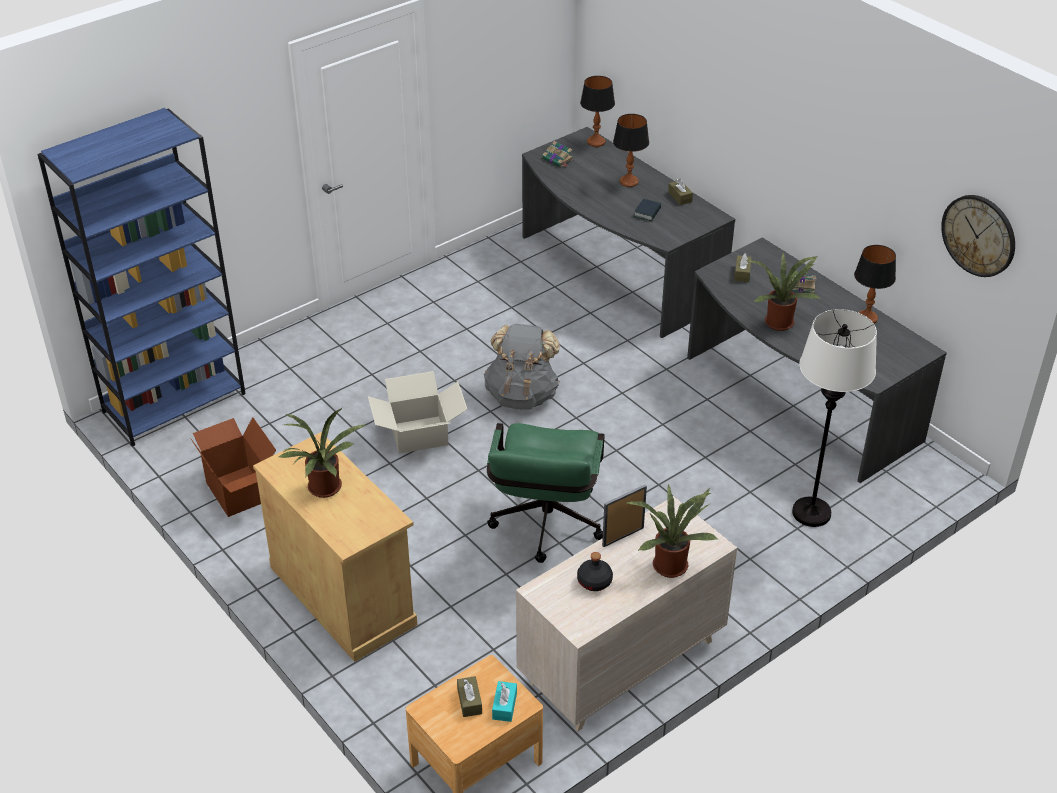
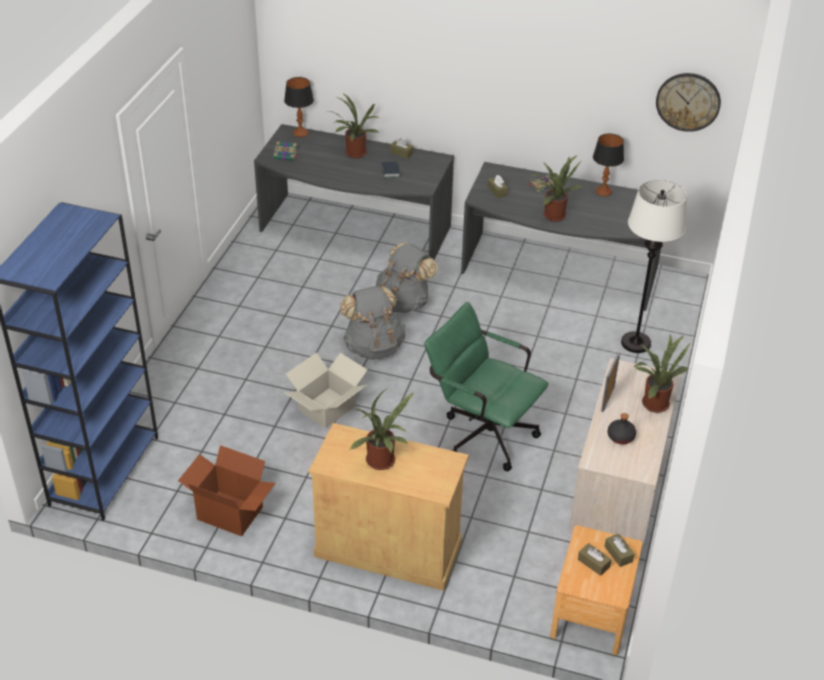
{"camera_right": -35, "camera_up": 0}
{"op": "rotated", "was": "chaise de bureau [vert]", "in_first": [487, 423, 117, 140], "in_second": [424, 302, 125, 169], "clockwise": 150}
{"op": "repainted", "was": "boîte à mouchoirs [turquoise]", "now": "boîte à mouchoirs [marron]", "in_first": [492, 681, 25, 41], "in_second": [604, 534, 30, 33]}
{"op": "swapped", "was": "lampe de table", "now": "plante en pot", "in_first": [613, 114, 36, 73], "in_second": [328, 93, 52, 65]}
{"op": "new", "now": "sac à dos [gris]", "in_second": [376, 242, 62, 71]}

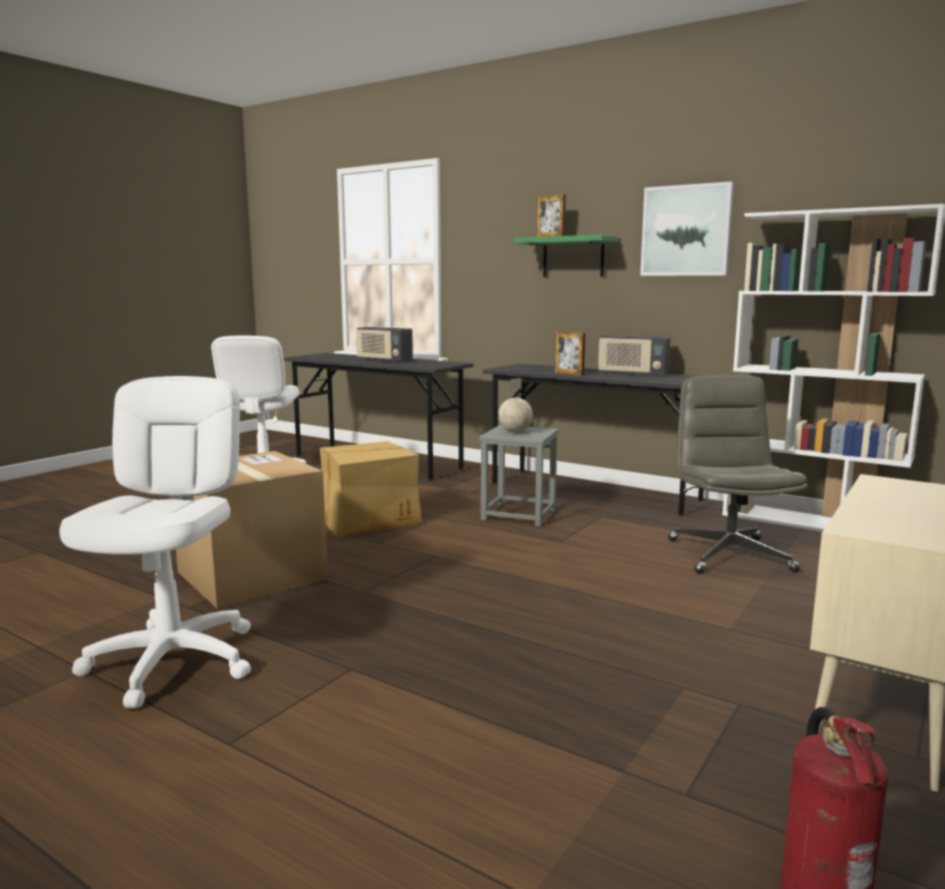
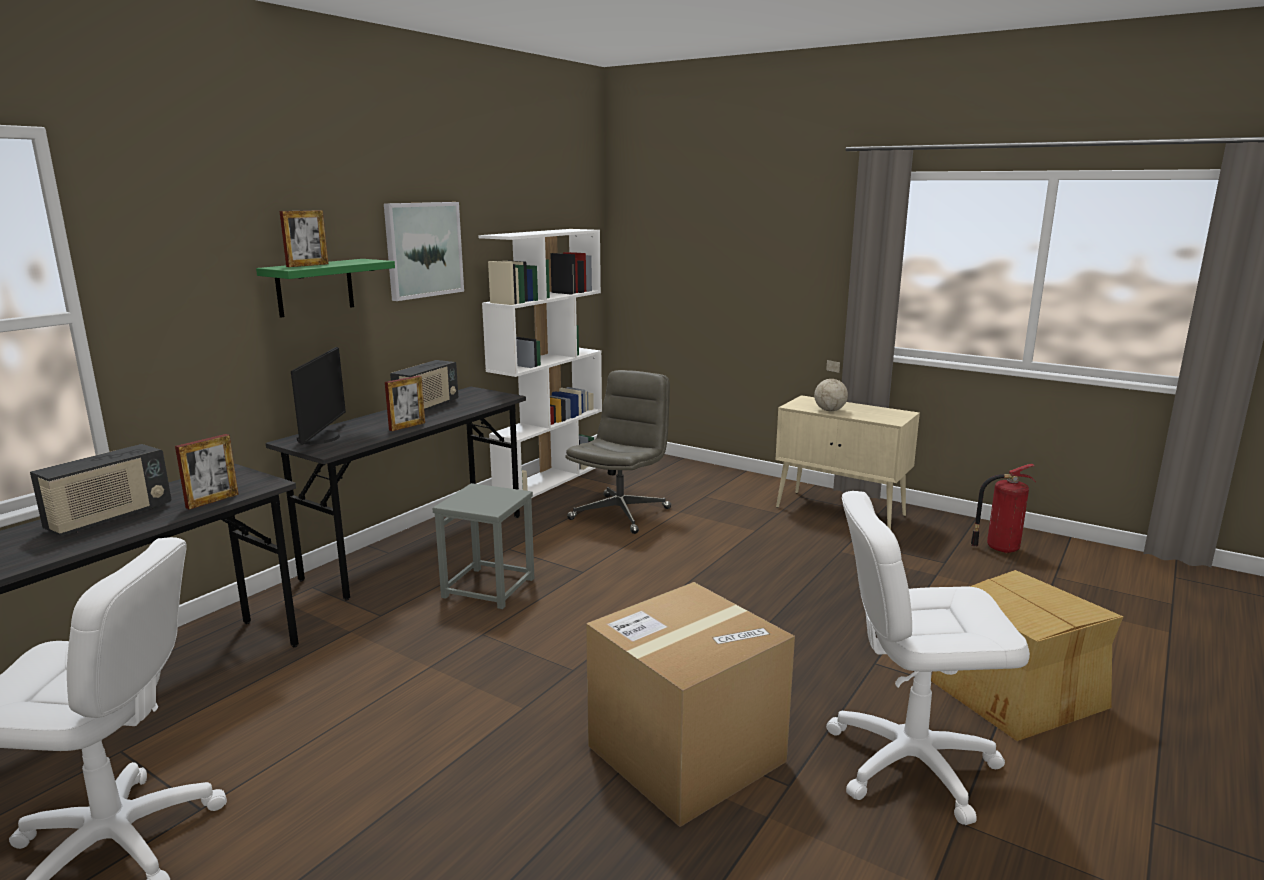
{"camera_right": -90, "camera_up": 5}
{"op": "shifted", "was": "carton", "in_first": [320, 441, 102, 96], "in_second": [931, 570, 192, 171]}
{"op": "shifted", "was": "globe", "in_first": [498, 378, 35, 54], "in_second": [814, 360, 34, 51]}
{"op": "rotated", "was": "chaise de bureau [gris]", "in_first": [668, 375, 140, 199], "in_second": [565, 370, 106, 164], "clockwise": 120}
{"op": "new", "now": "cadre photo", "in_second": [175, 434, 64, 75]}
{"op": "new", "now": "écran d'ordinateur", "in_second": [291, 347, 55, 98]}

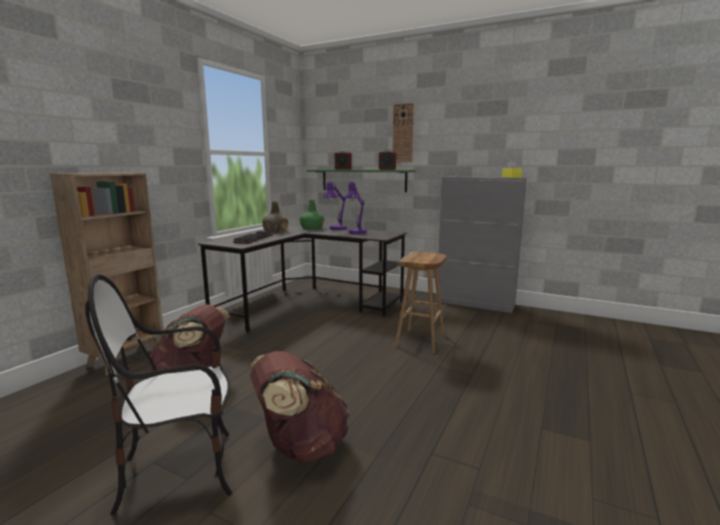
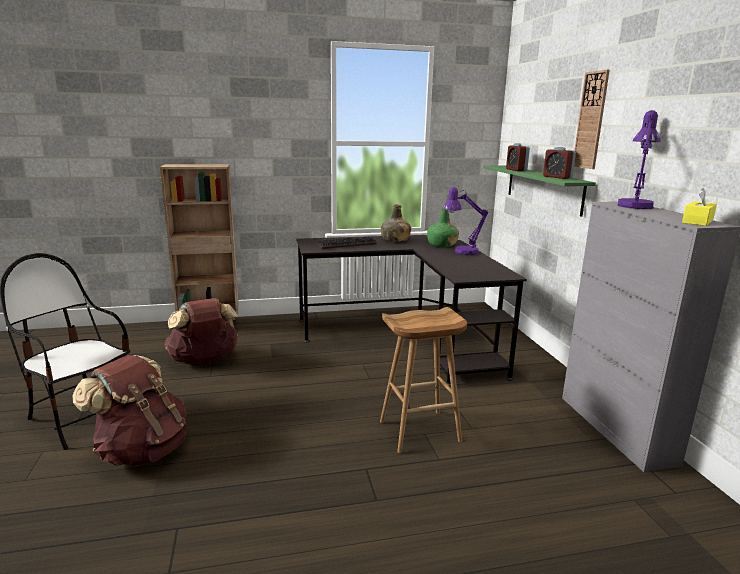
{"camera_right": 50, "camera_up": 5}
{"op": "shifted", "was": "lampe de table [violet]", "in_first": [345, 181, 22, 54], "in_second": [618, 110, 43, 99]}

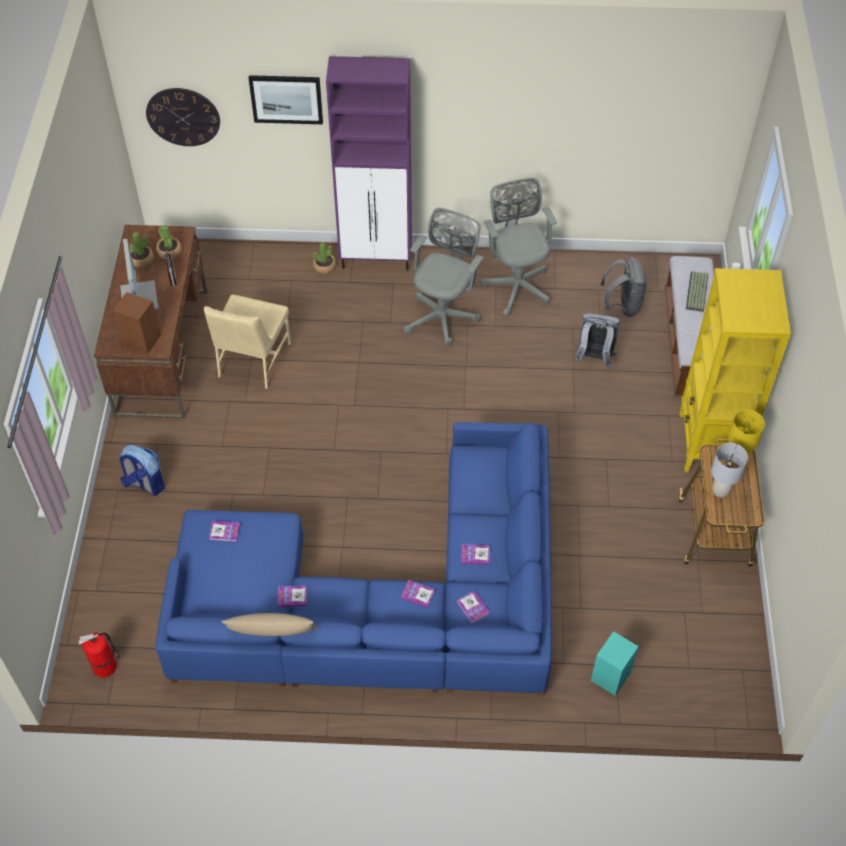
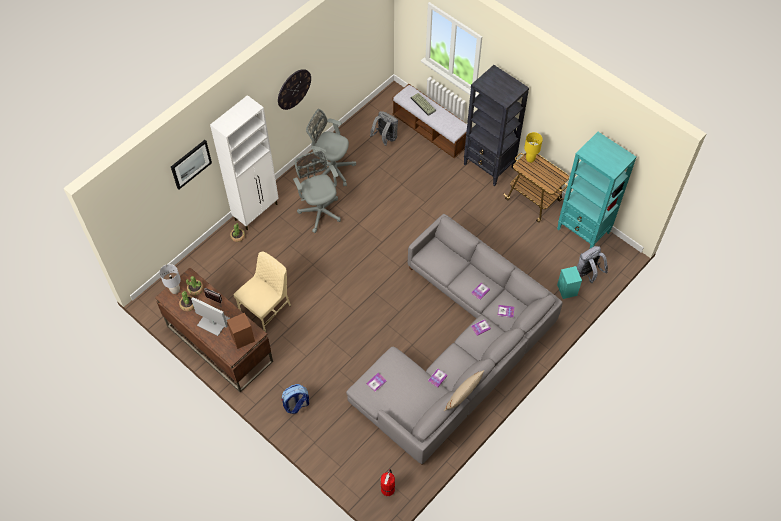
{"camera_right": -50, "camera_up": 5}
{"op": "shifted", "was": "horloge murale", "in_first": [146, 88, 74, 58], "in_second": [278, 69, 33, 41]}
{"op": "repainted", "was": "canapé [bleu]", "now": "canapé [gris]", "in_first": [156, 422, 396, 274], "in_second": [346, 214, 217, 251]}
{"op": "rotated", "was": "chaise [beige]", "in_first": [204, 295, 87, 94], "in_second": [234, 252, 57, 80], "clockwise": -105}
{"op": "repainted", "was": "meuble de rangement [violet]", "now": "meuble de rangement [blanc]", "in_first": [326, 56, 86, 215], "in_second": [210, 95, 69, 135]}
{"op": "shifted", "was": "sac à dos [gris]", "in_first": [574, 313, 46, 56], "in_second": [577, 246, 31, 37]}
{"op": "repainted", "was": "bibliothèque [jaune]", "now": "bibliothèque [noir]", "in_first": [680, 268, 111, 204], "in_second": [464, 65, 65, 121]}
{"op": "shifted", "was": "lampe de table [gris]", "in_first": [711, 443, 37, 55], "in_second": [159, 264, 22, 30]}
{"op": "new", "now": "bibliothèque [turquoise]", "in_second": [557, 132, 79, 116]}

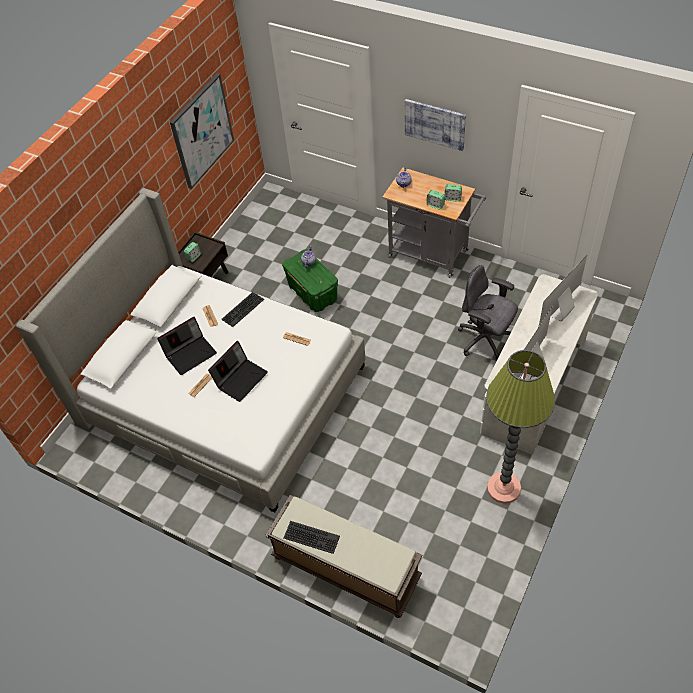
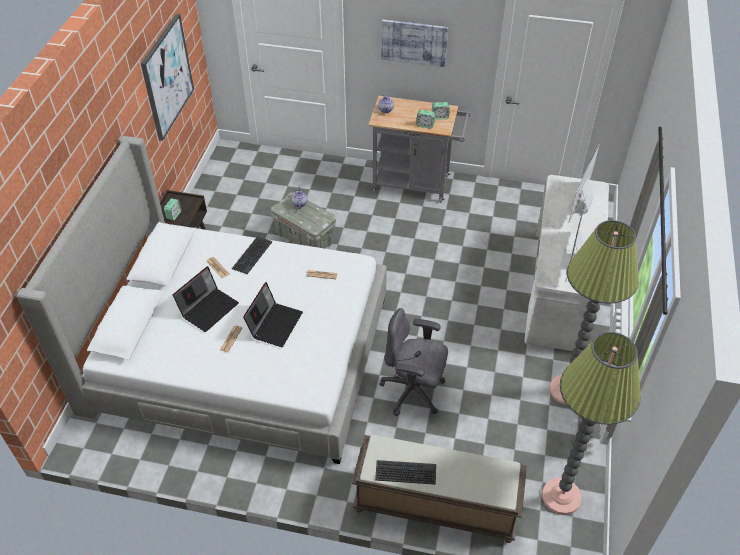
{"camera_right": -20, "camera_up": -5}
{"op": "repainted", "was": "boîte de rangement [vert]", "now": "boîte de rangement [gris]", "in_first": [282, 249, 56, 63], "in_second": [271, 192, 65, 57]}
{"op": "shifted", "was": "chaise de bureau [gris]", "in_first": [458, 265, 60, 94], "in_second": [379, 308, 69, 108]}
{"op": "new", "now": "lampadaire", "in_second": [542, 332, 99, 183]}

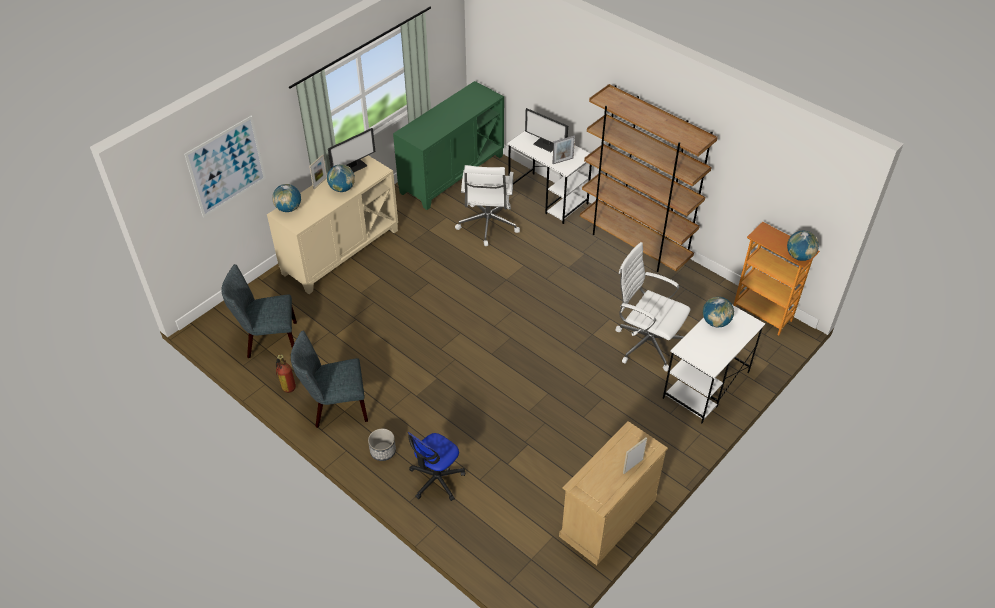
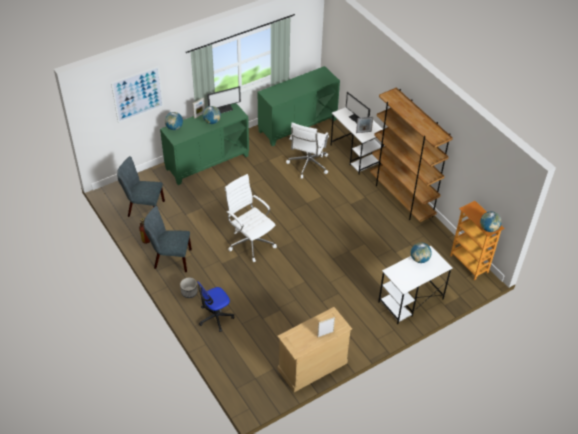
{"camera_right": 15, "camera_up": 0}
{"op": "repainted", "was": "meuble de rangement [beige]", "now": "meuble de rangement [vert]", "in_first": [267, 155, 131, 139], "in_second": [160, 103, 89, 82]}
{"op": "shifted", "was": "chaise de bureau [blanc]", "in_first": [615, 242, 76, 129], "in_second": [225, 174, 52, 88]}

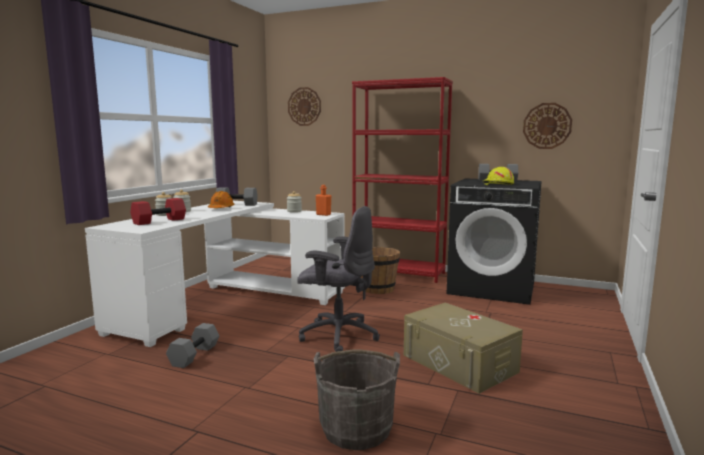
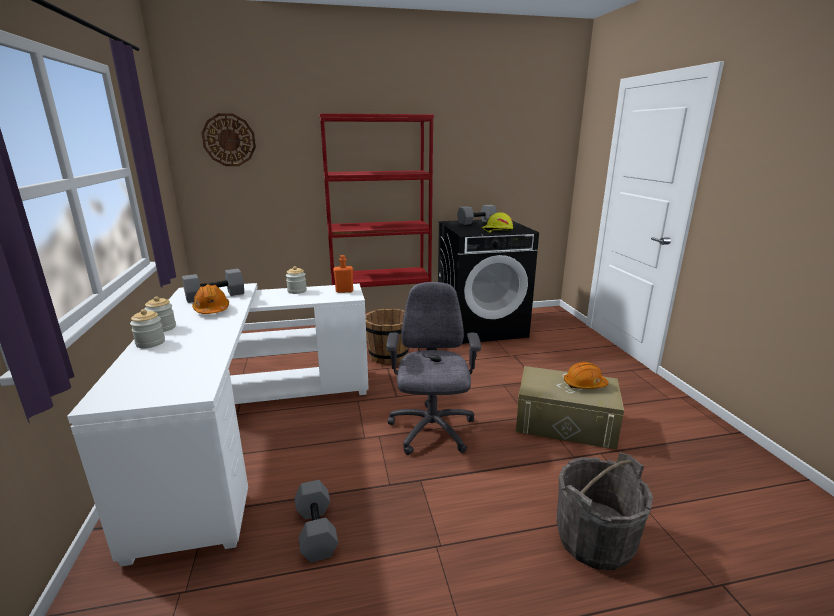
{"camera_right": -35, "camera_up": 10}
{"op": "gone", "was": "haltère [rouge]", "in_first": [130, 198, 56, 27]}
{"op": "rotated", "was": "chaise de bureau [gris]", "in_first": [297, 206, 83, 146], "in_second": [386, 282, 95, 173], "clockwise": -75}
{"op": "gone", "was": "horloge murale", "in_first": [523, 103, 49, 46]}
{"op": "new", "now": "casque de chantier [orange]", "in_second": [564, 362, 44, 27]}

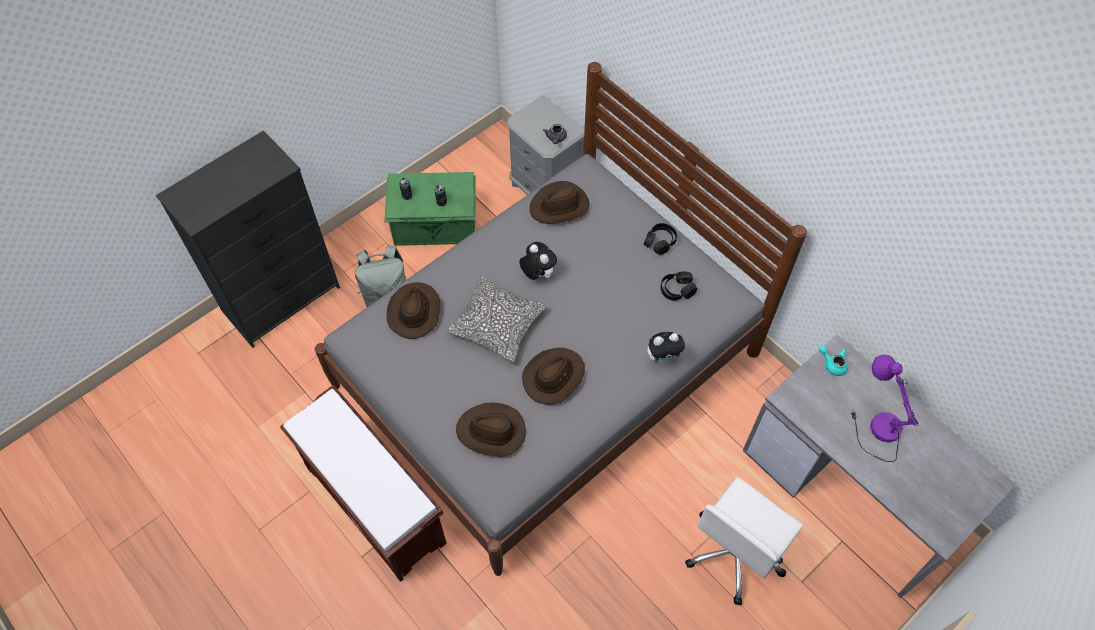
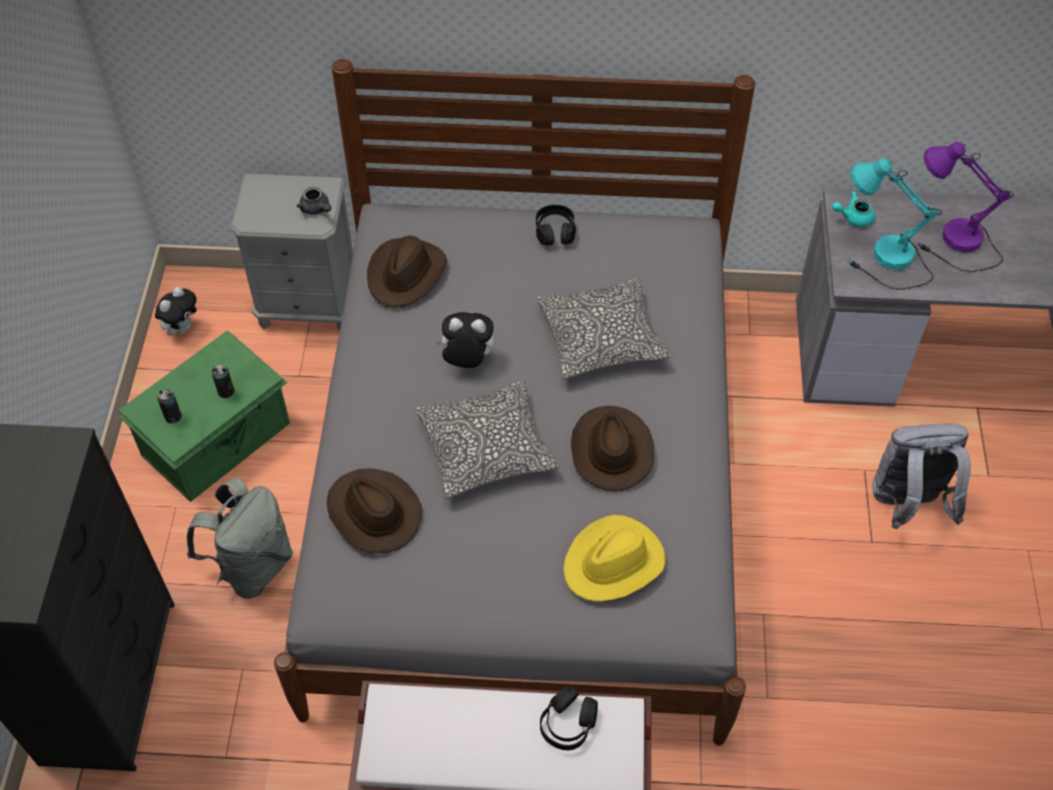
{"camera_right": -45, "camera_up": -5}
{"op": "repainted", "was": "chapeau [marron]", "now": "chapeau [jaune]", "in_first": [456, 403, 70, 53], "in_second": [563, 515, 103, 86]}
{"op": "shifted", "was": "peluche", "in_first": [647, 332, 39, 31], "in_second": [155, 287, 42, 49]}
{"op": "shifted", "was": "casque audio [noir]", "in_first": [661, 271, 36, 29], "in_second": [540, 685, 58, 65]}
{"op": "swapped", "was": "chaise de bureau [blanc]", "now": "sac à dos [gris]", "in_first": [685, 477, 118, 128], "in_second": [872, 423, 99, 106]}
{"op": "new", "now": "coussin", "in_second": [537, 278, 133, 101]}
{"op": "new", "now": "lampe de table [turquoise]", "in_second": [847, 158, 95, 132]}

